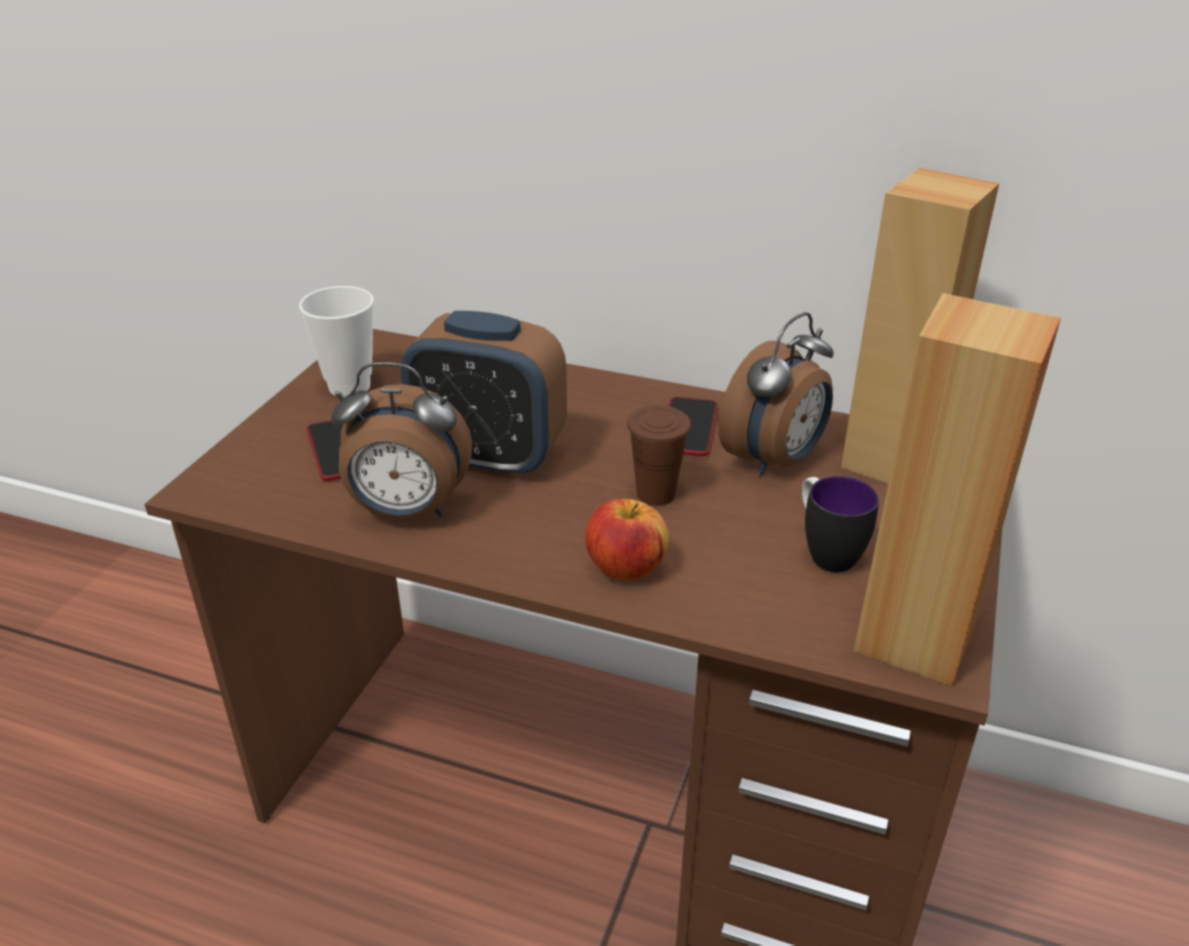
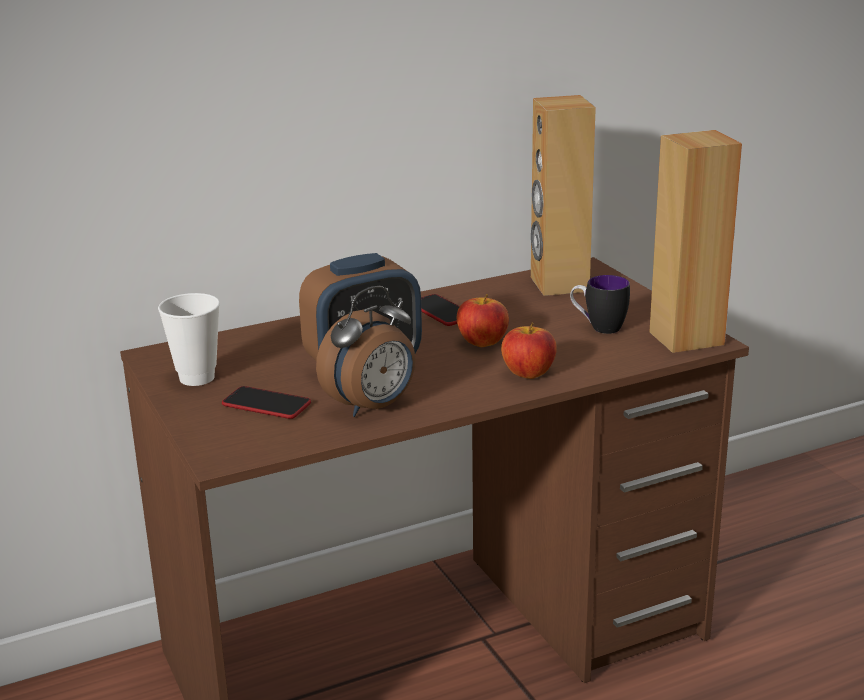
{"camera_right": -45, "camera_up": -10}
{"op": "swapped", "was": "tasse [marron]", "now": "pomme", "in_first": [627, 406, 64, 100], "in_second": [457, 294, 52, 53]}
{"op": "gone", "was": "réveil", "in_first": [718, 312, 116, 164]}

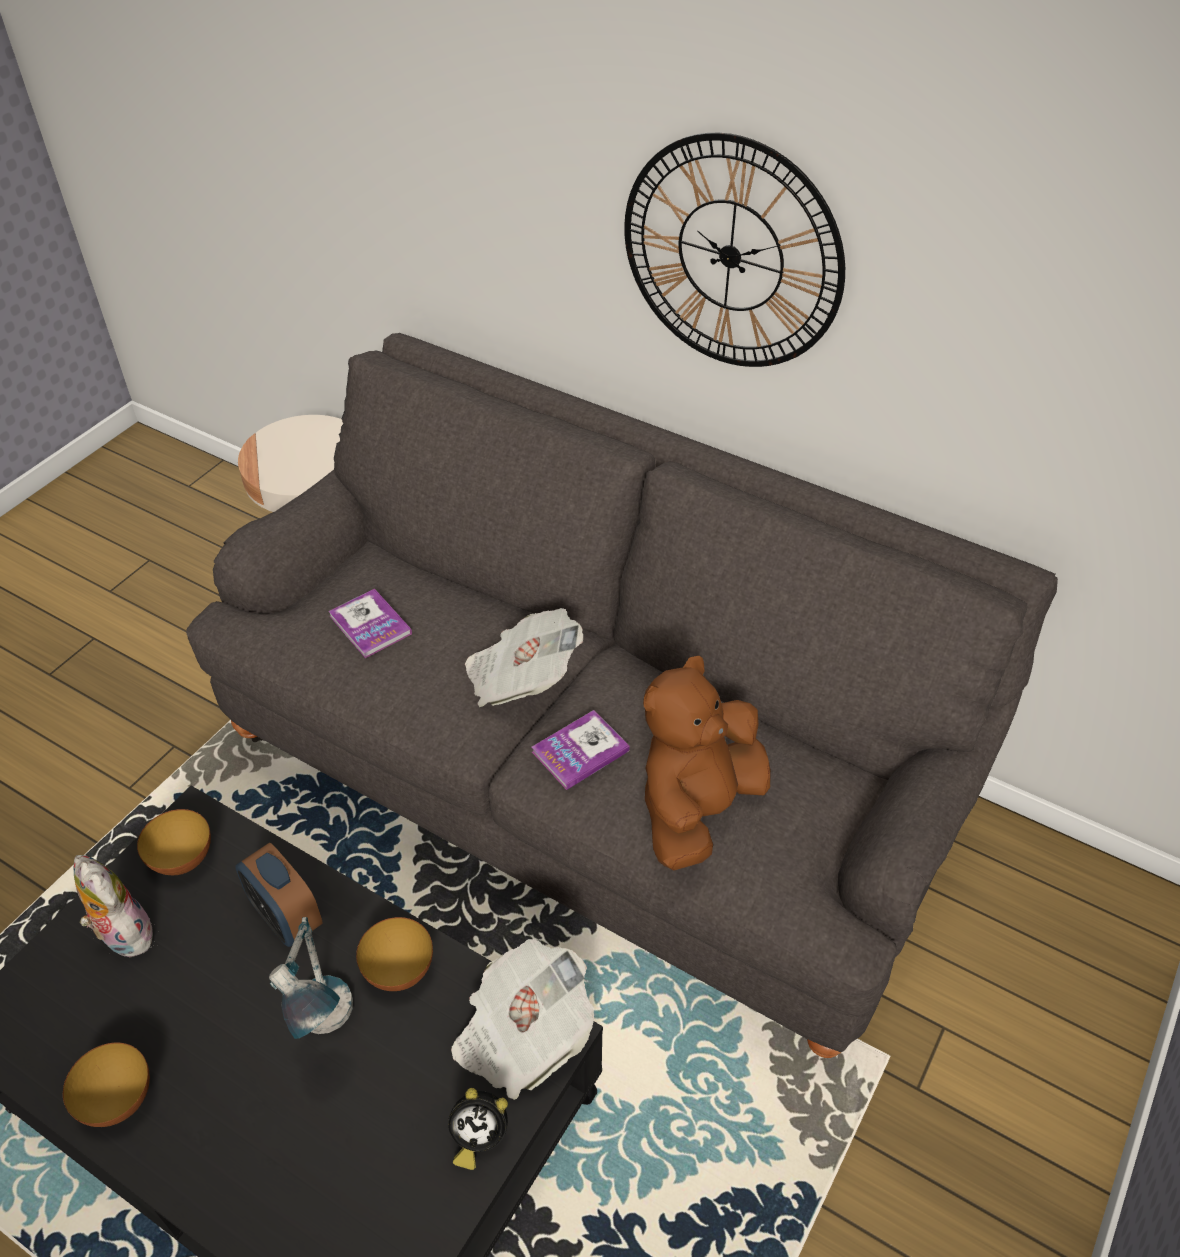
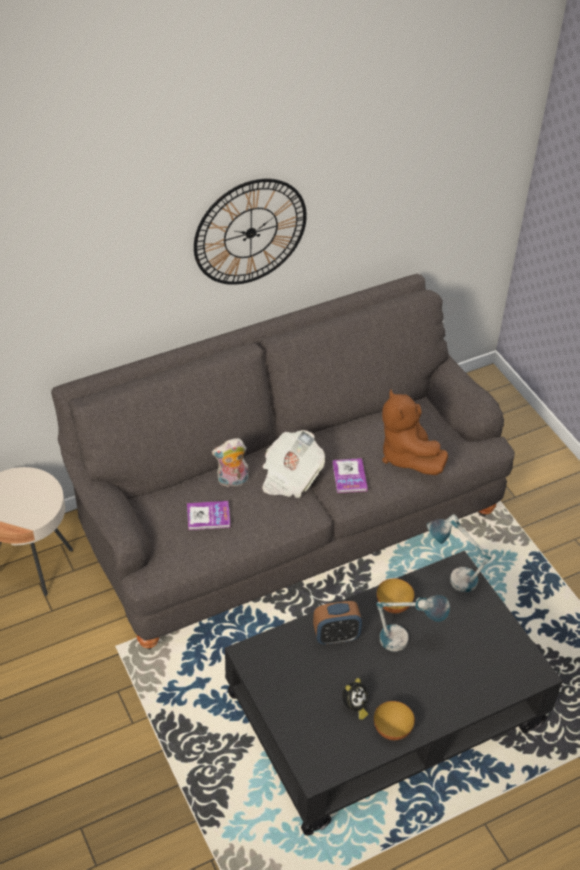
{"camera_right": -60, "camera_up": 0}
{"op": "shifted", "was": "peluche", "in_first": [74, 855, 81, 102], "in_second": [212, 438, 36, 49]}
{"op": "gone", "was": "bol", "in_first": [137, 809, 74, 66]}
{"op": "shifted", "was": "réveil", "in_first": [448, 1088, 60, 82], "in_second": [342, 678, 26, 42]}
{"op": "swapped", "was": "journal", "now": "lampe de table", "in_first": [451, 939, 143, 161], "in_second": [427, 514, 65, 78]}

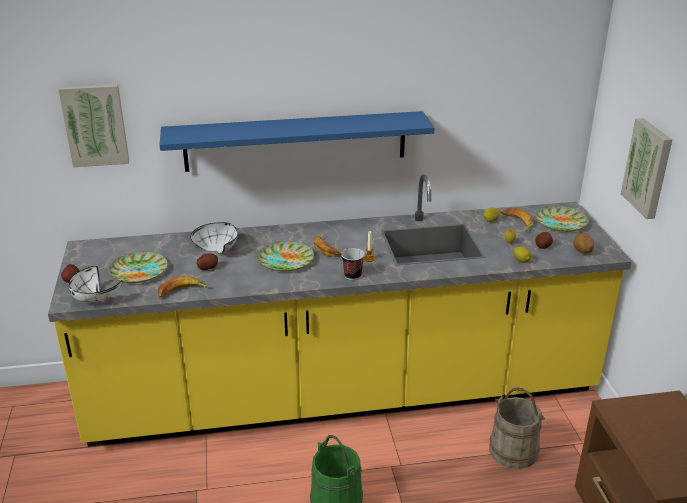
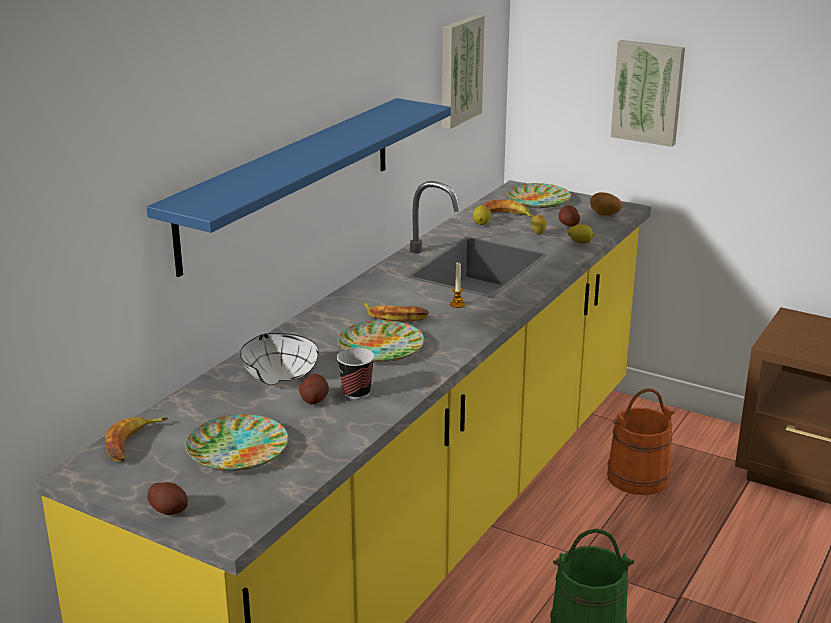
{"camera_right": -50, "camera_up": -5}
{"op": "shifted", "was": "tableau", "in_first": [58, 84, 71, 83], "in_second": [442, 15, 43, 114]}
{"op": "gone", "was": "bol [blanc]", "in_first": [69, 266, 54, 36]}
{"op": "shifted", "was": "banane", "in_first": [157, 276, 53, 22], "in_second": [105, 417, 63, 45]}
{"op": "shifted", "was": "tasse", "in_first": [341, 248, 24, 32], "in_second": [337, 348, 38, 52]}
{"op": "repainted", "was": "seau [beige]", "now": "seau [orange]", "in_first": [489, 387, 56, 82], "in_second": [607, 388, 67, 107]}

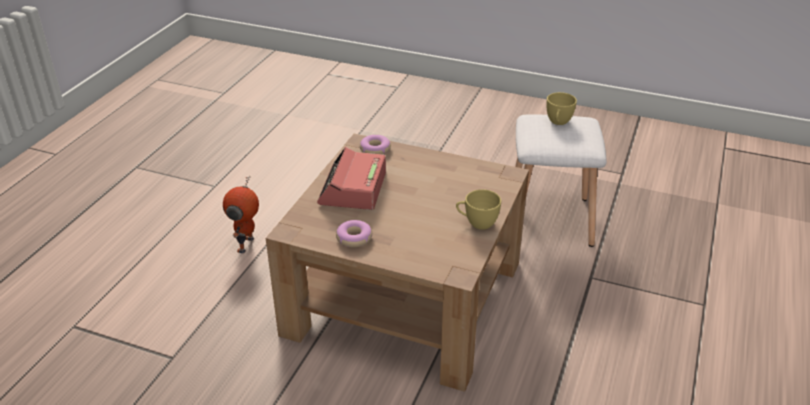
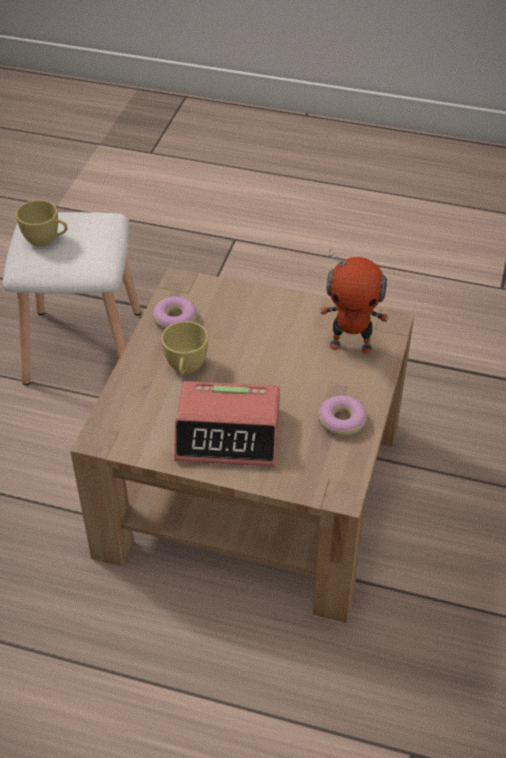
{"camera_right": -95, "camera_up": 10}
{"op": "shifted", "was": "robot jouet", "in_first": [223, 176, 36, 77], "in_second": [320, 249, 69, 105]}
{"op": "shifted", "was": "beignet", "in_first": [360, 135, 31, 20], "in_second": [153, 296, 44, 34]}
{"op": "shifted", "was": "tasse [jaune]", "in_first": [456, 189, 45, 41], "in_second": [161, 321, 47, 55]}

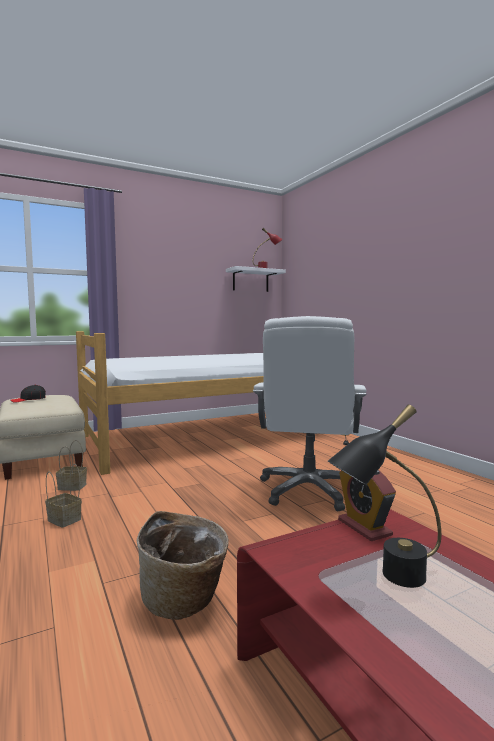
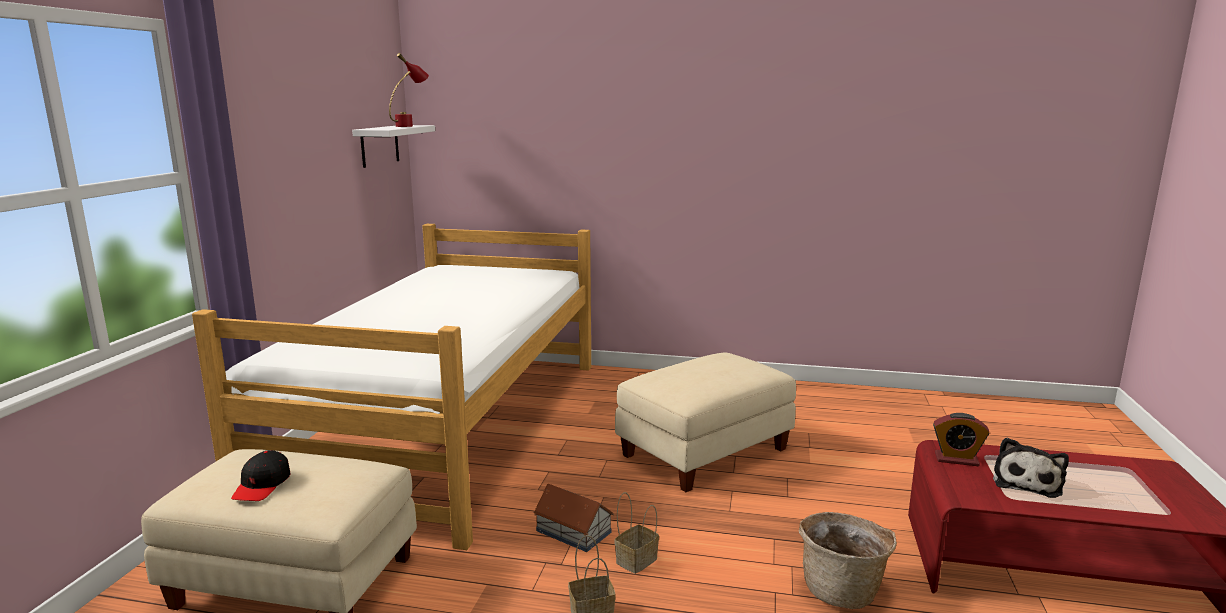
{"camera_right": -50, "camera_up": 10}
{"op": "shifted", "was": "panier", "in_first": [56, 440, 31, 51], "in_second": [615, 492, 44, 82]}
{"op": "swapped", "was": "chaise de bureau [blanc]", "now": "pouf [beige]", "in_first": [253, 316, 114, 195], "in_second": [615, 352, 181, 140]}
{"op": "swapped", "was": "lampe de table [noir]", "now": "peluche", "in_first": [328, 404, 113, 184], "in_second": [993, 438, 76, 60]}
{"op": "new", "now": "maison miniature", "in_second": [533, 484, 81, 68]}

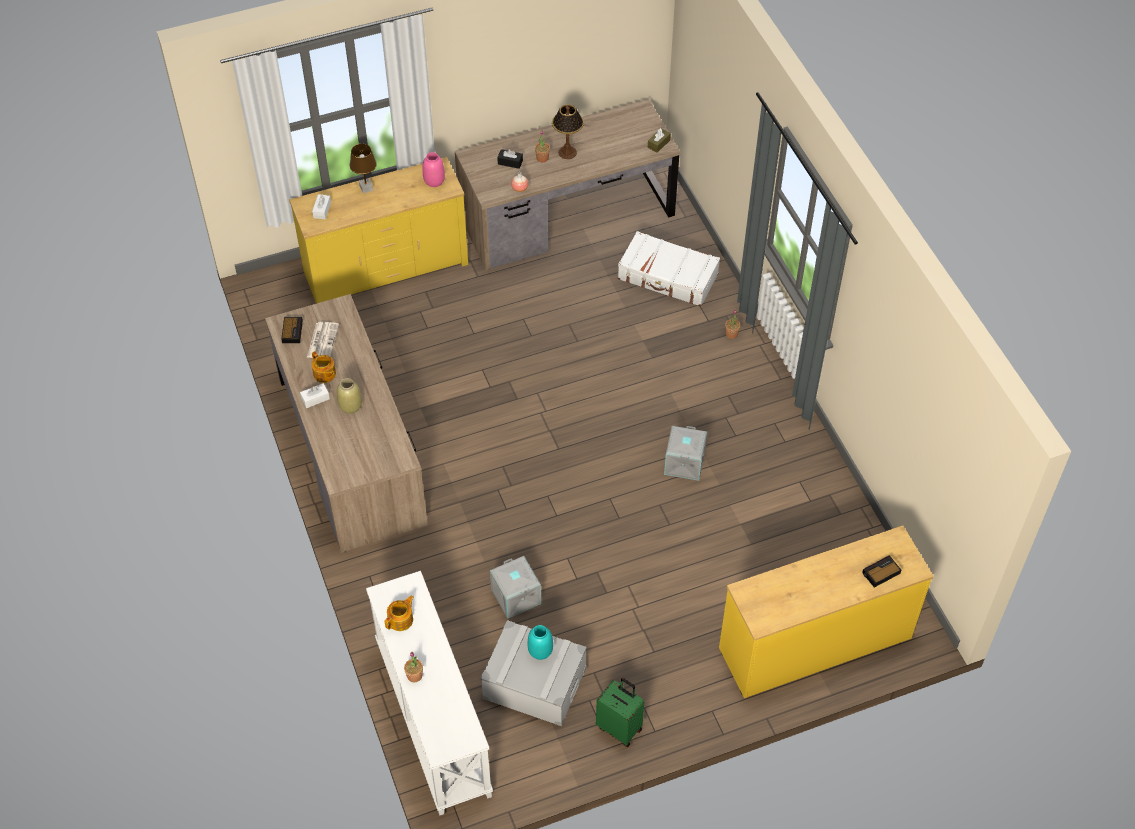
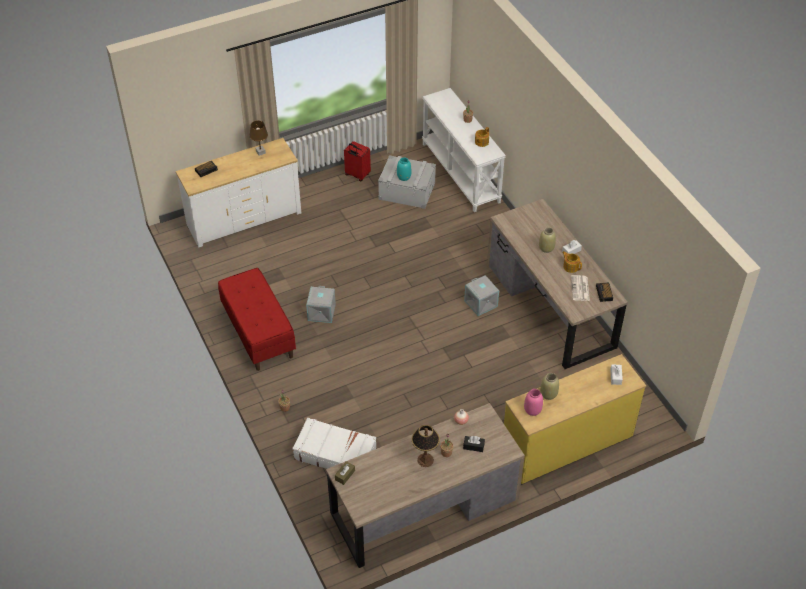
{"camera_right": 175, "camera_up": -5}
{"op": "shifted", "was": "lampe de table [marron]", "in_first": [350, 144, 27, 49], "in_second": [249, 120, 19, 36]}
{"op": "shifted", "was": "boîte de rangement [gris]", "in_first": [490, 556, 51, 63], "in_second": [464, 275, 35, 41]}
{"op": "repainted", "was": "valise [vert]", "now": "valise [rouge]", "in_first": [596, 678, 48, 69], "in_second": [344, 141, 27, 40]}
{"op": "repainted", "was": "commode [jaune]", "now": "commode [blanc]", "in_first": [719, 525, 215, 173], "in_second": [176, 138, 125, 110]}
{"op": "new", "now": "banc [rouge]", "in_second": [218, 268, 78, 103]}
{"op": "new", "now": "vase [beige]", "in_second": [540, 373, 19, 27]}

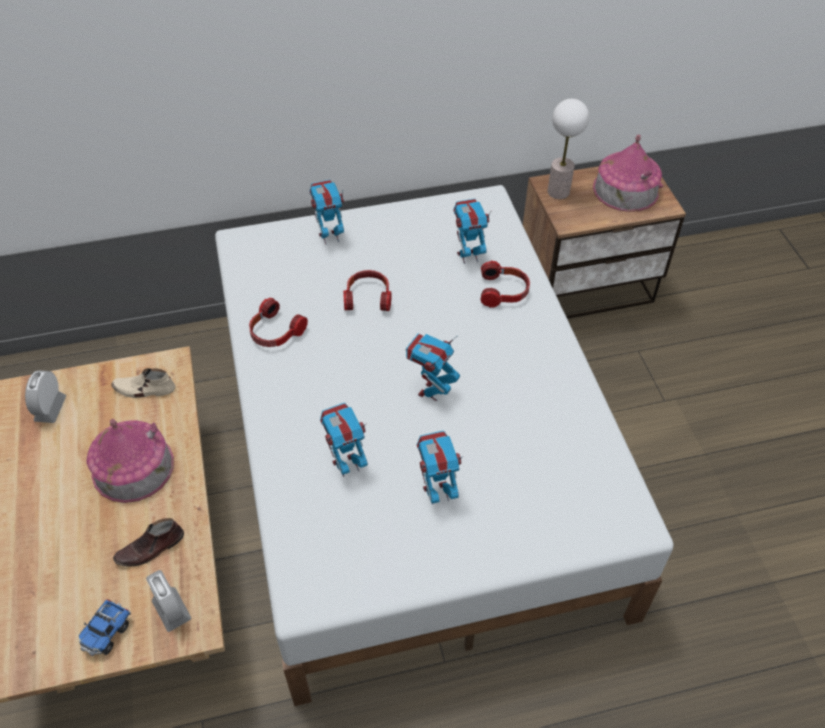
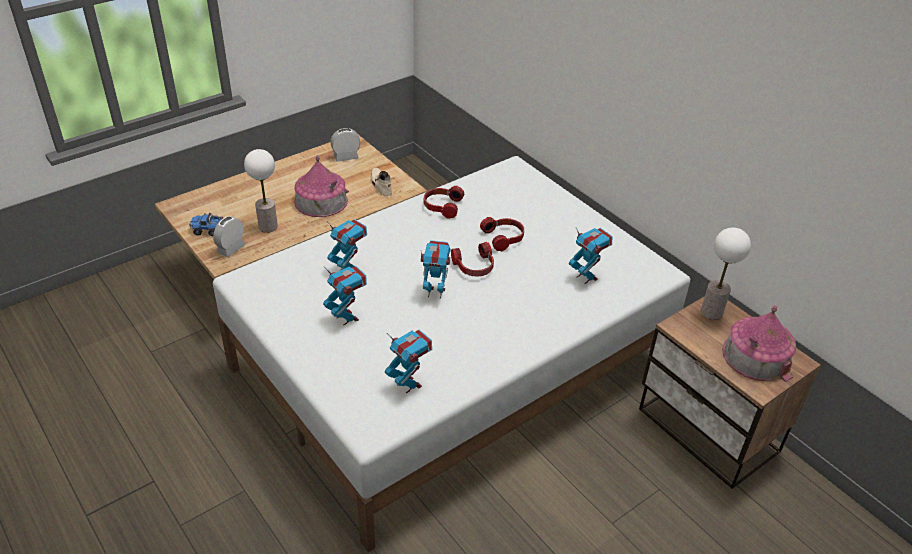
{"camera_right": 65, "camera_up": -10}
{"op": "swapped", "was": "chaussure [marron]", "now": "lampe de table", "in_first": [113, 518, 71, 48], "in_second": [244, 149, 34, 84]}
{"op": "shifted", "was": "robot jouet", "in_first": [309, 180, 35, 64], "in_second": [385, 330, 47, 63]}
{"op": "shifted", "was": "casque audio", "in_first": [480, 261, 50, 47], "in_second": [451, 242, 43, 35]}

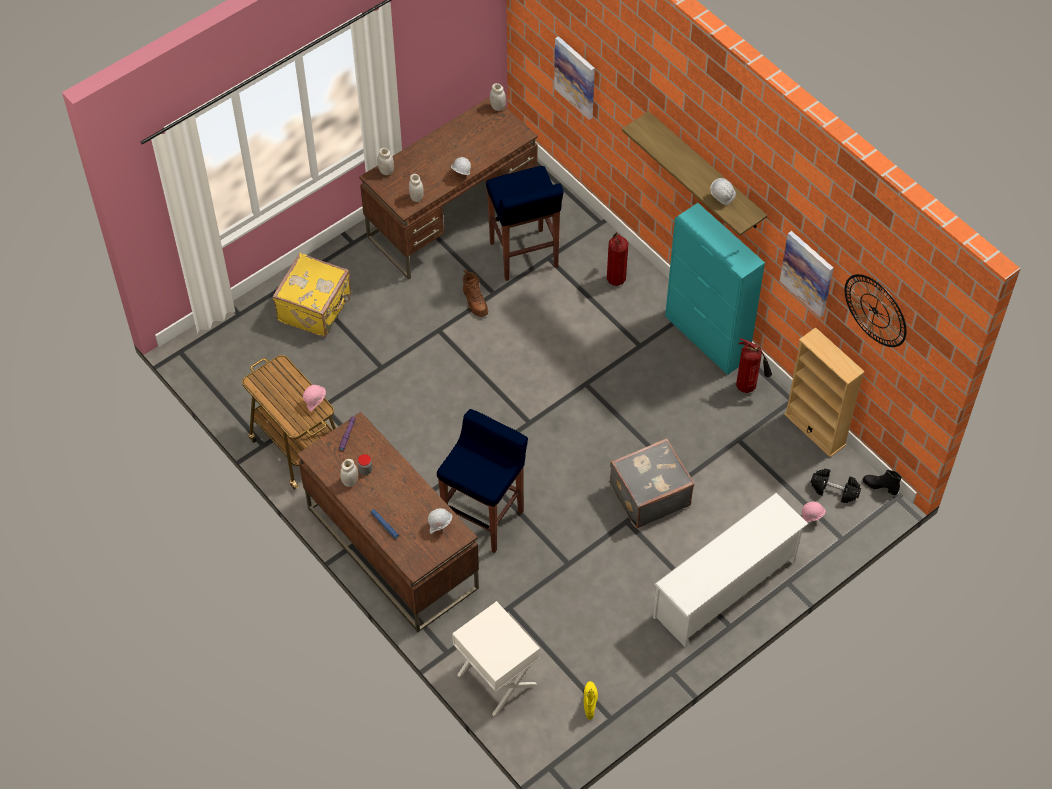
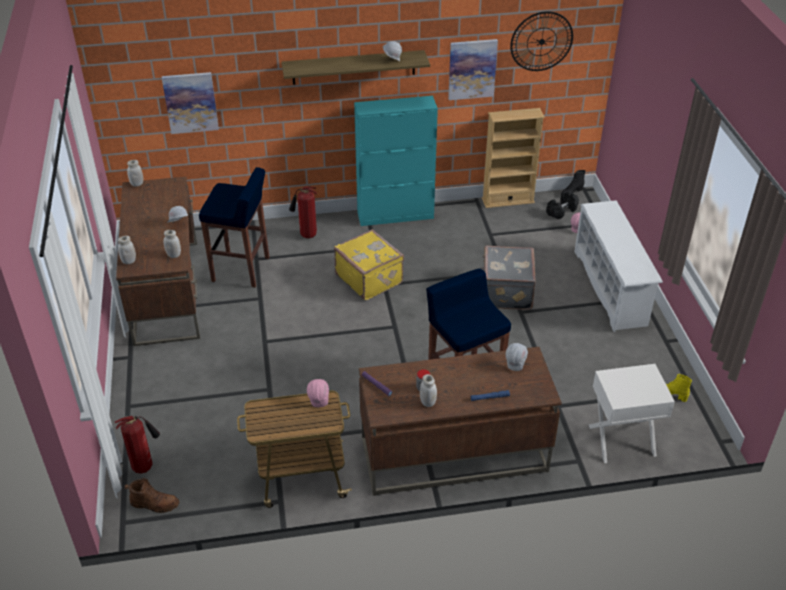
{"camera_right": -60, "camera_up": -15}
{"op": "shifted", "was": "valise [jaune]", "in_first": [272, 253, 79, 84], "in_second": [334, 229, 70, 71]}
{"op": "shifted", "was": "botte [marron]", "in_first": [463, 270, 25, 47], "in_second": [124, 478, 55, 35]}
{"op": "shifted", "was": "extincteur", "in_first": [736, 338, 36, 55], "in_second": [115, 416, 45, 58]}

